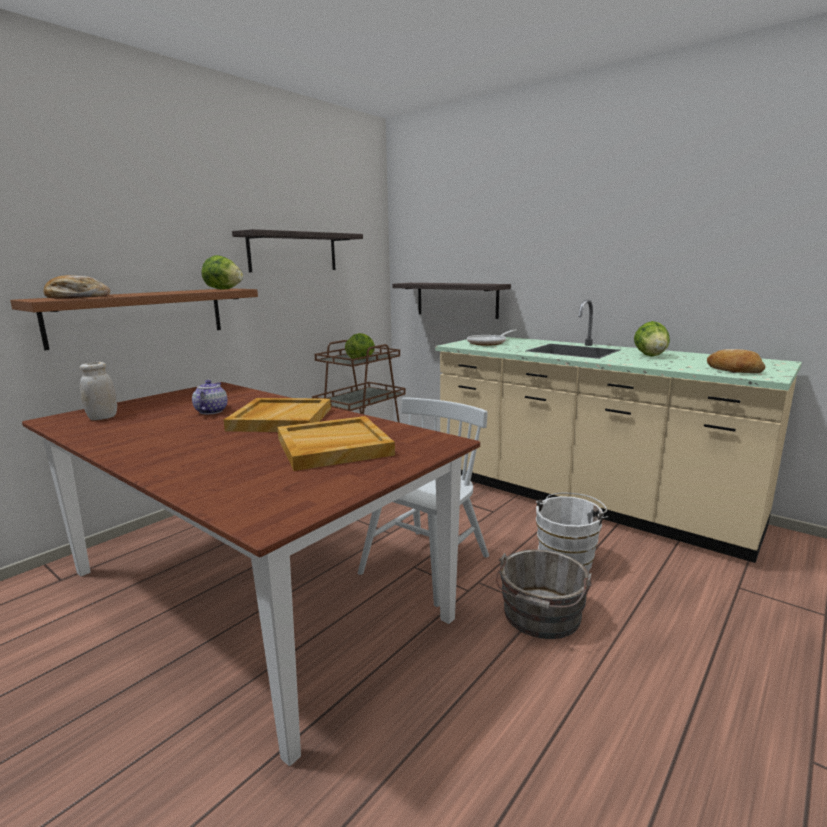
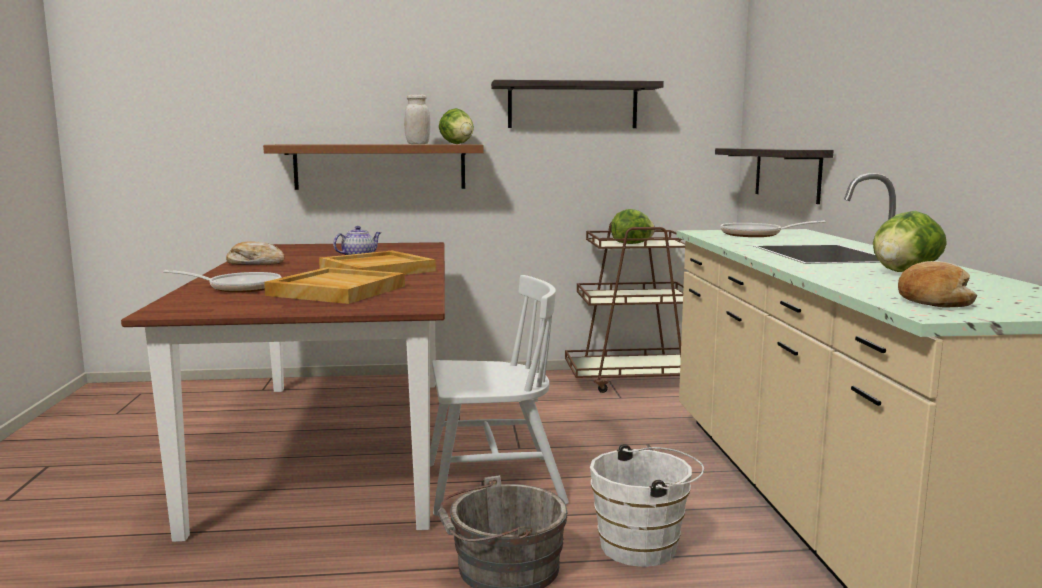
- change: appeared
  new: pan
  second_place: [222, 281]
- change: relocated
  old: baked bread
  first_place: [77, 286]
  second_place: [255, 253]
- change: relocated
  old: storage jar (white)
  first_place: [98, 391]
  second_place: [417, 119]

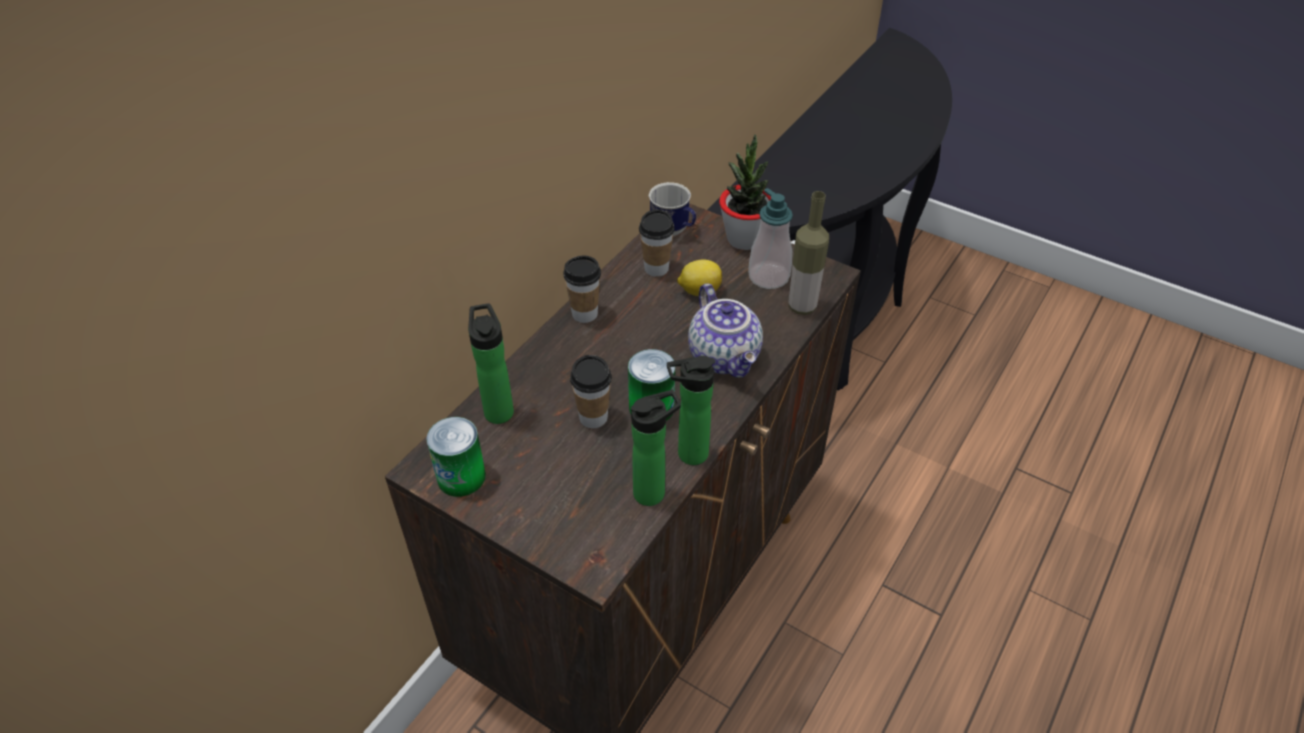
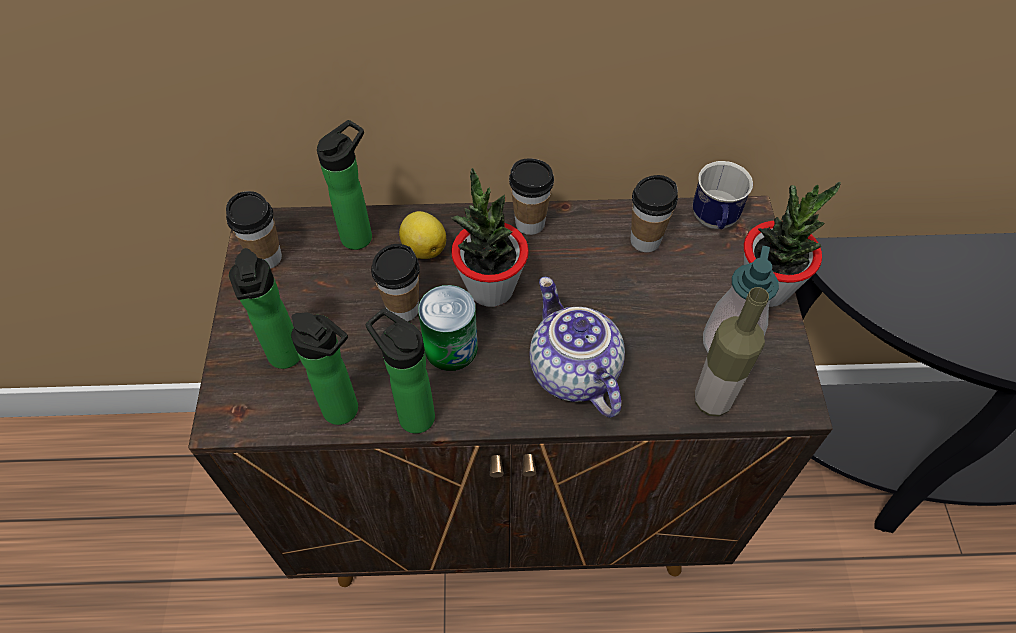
- change: appeared
  new: bottle
  second_place: [264, 308]
- change: appeared
  new: plant in a pot
  second_place: [490, 237]
- change: relocated
  old: lemon
  first_place: [699, 278]
  second_place: [422, 235]
- change: exchanged
  old: sealed can
  new: drinking cup
  first_place: [456, 457]
  second_place: [254, 230]
- change: spun
  old: teapot
  first_place: [725, 330]
  second_place: [577, 347]
  degrees: 120

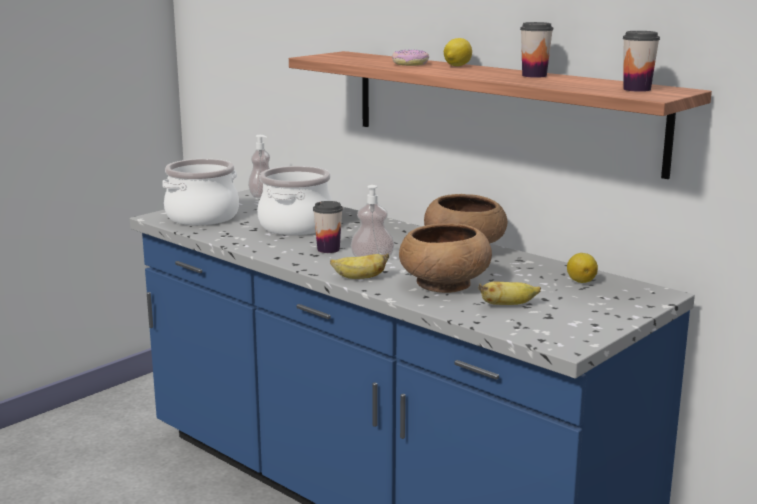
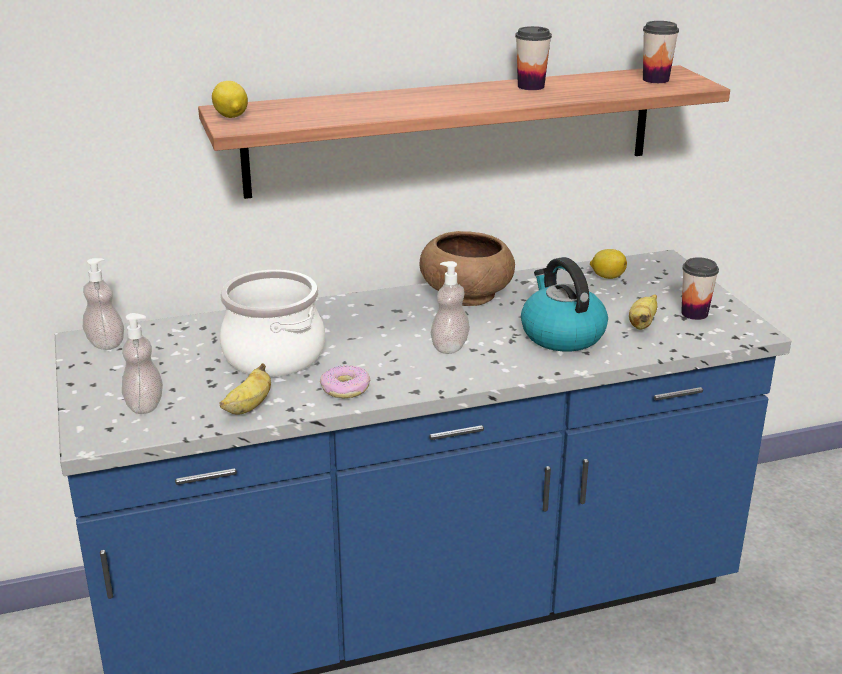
- change: relocated
  old: drinking cup
  first_place: [328, 227]
  second_place: [700, 288]
- change: relocated
  old: whole banana
  first_place: [359, 266]
  second_place: [245, 389]
- change: relocated
  old: donut
  first_place: [410, 58]
  second_place: [345, 381]
- change: relocated
  old: lemon
  first_place: [458, 52]
  second_place: [230, 99]
- change: exchanged
  old: cooking pot
  new: soap dispenser
  first_place: [201, 192]
  second_place: [142, 363]
- change: exchanged
  old: bowl (brown)
  new: tea kettle
  first_place: [445, 258]
  second_place: [564, 304]

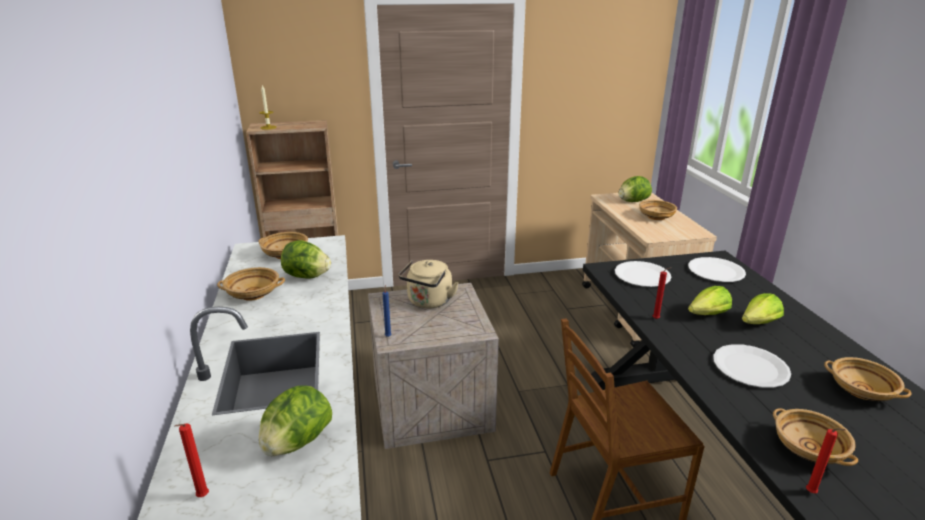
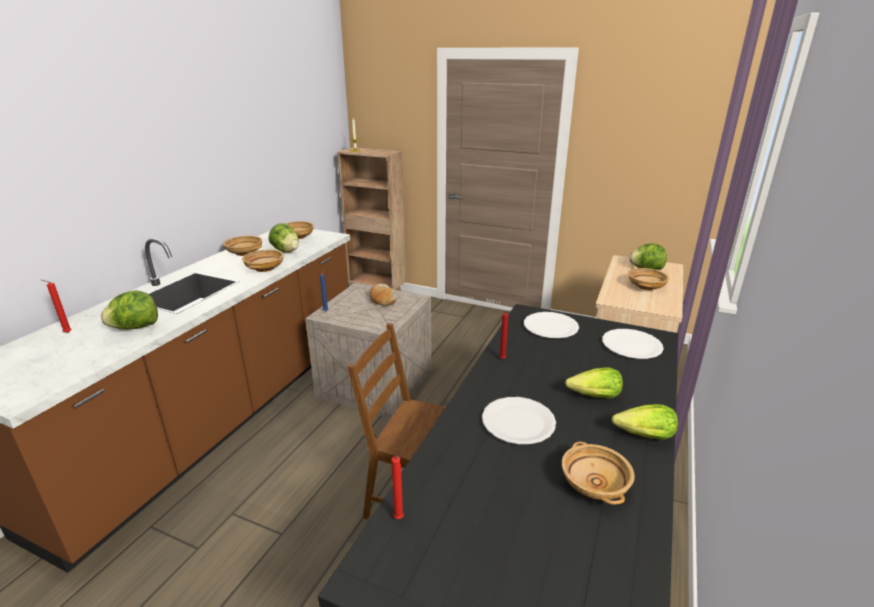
- change: relocated
  old: lettuce head
  first_place: [710, 300]
  second_place: [645, 422]
- change: relocated
  old: bowl (sand-coloured)
  first_place: [815, 437]
  second_place: [263, 261]
- change: exchanged
  old: tea kettle (sand-coloured)
  new: baked bread
  first_place: [429, 284]
  second_place: [383, 295]

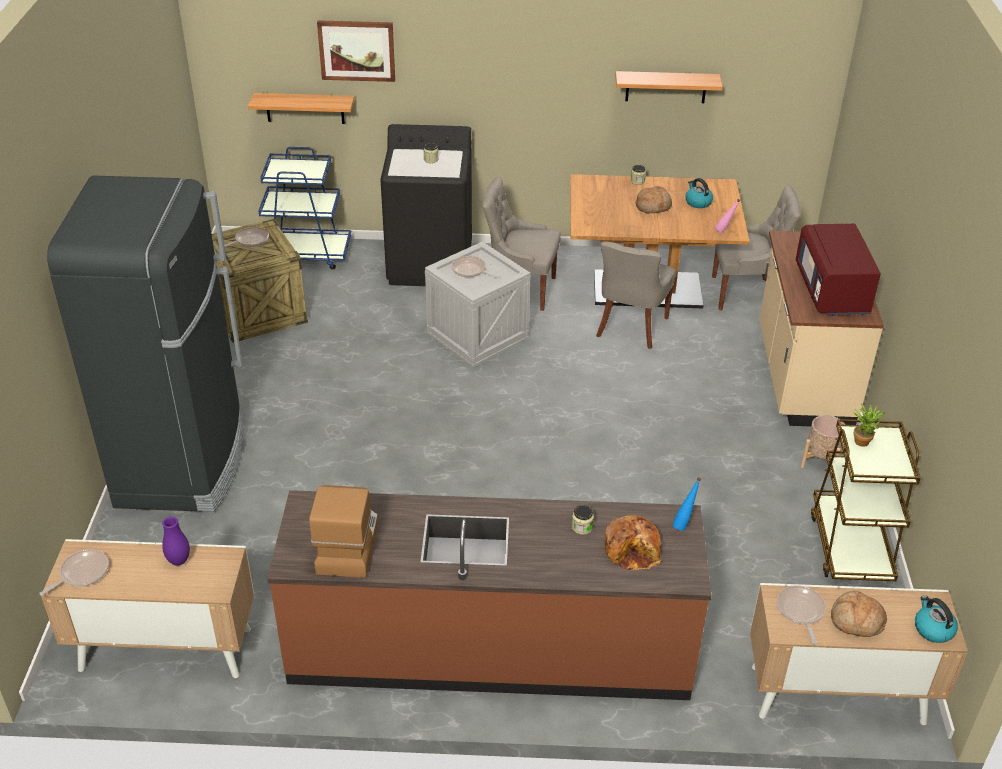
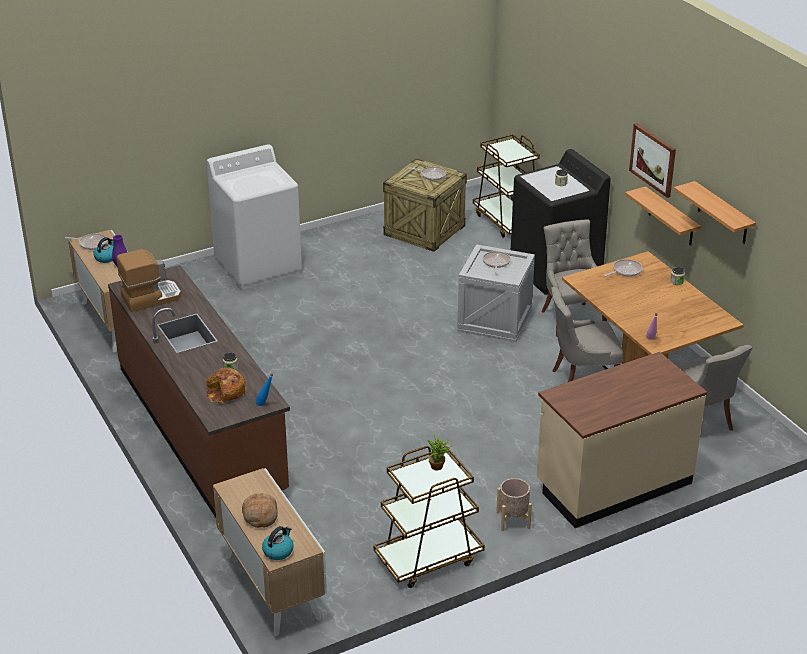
- change: missing
  old: baked bread
  first_place: [654, 199]
- change: missing
  old: microwave (red-coloured)
  first_place: [838, 270]
- change: relocated
  old: bracket shelf
  first_place: [301, 108]
  second_place: [663, 216]
- change: relocated
  old: picture
  first_place: [356, 51]
  second_place: [652, 160]
- change: relocated
  old: tea kettle
  first_place: [699, 193]
  second_place: [103, 250]
- change: relocated
  old: pan
  first_place: [801, 614]
  second_place: [623, 268]
- change: exchanged
  old: refrigerator (black)
  new: laundry appliance (white)
  first_place: [145, 344]
  second_place: [254, 217]
- change: colour
  old: trolley (blue-coloured)
  new: trolley (brown)
  first_place: [304, 208]
  second_place: [506, 186]

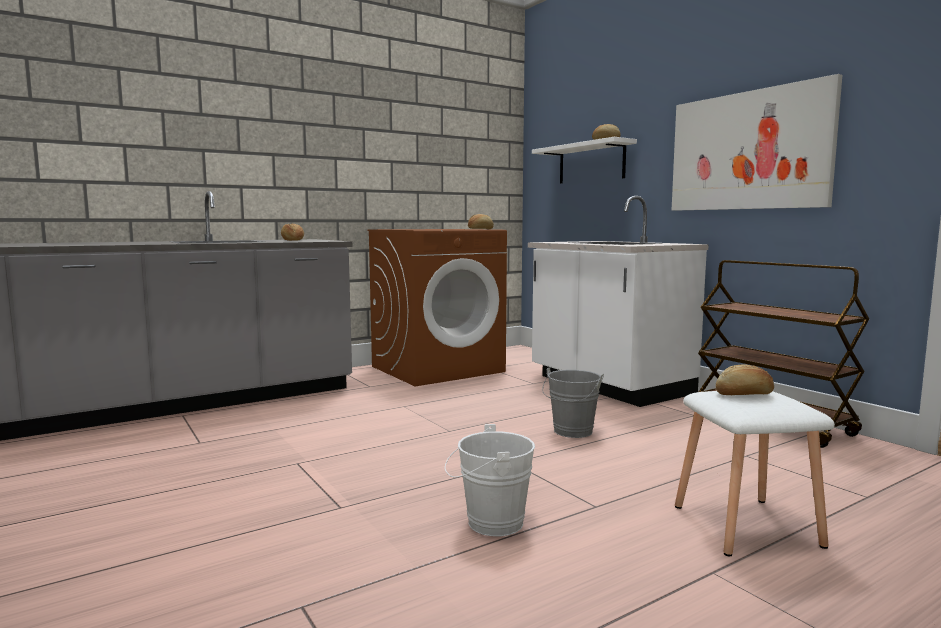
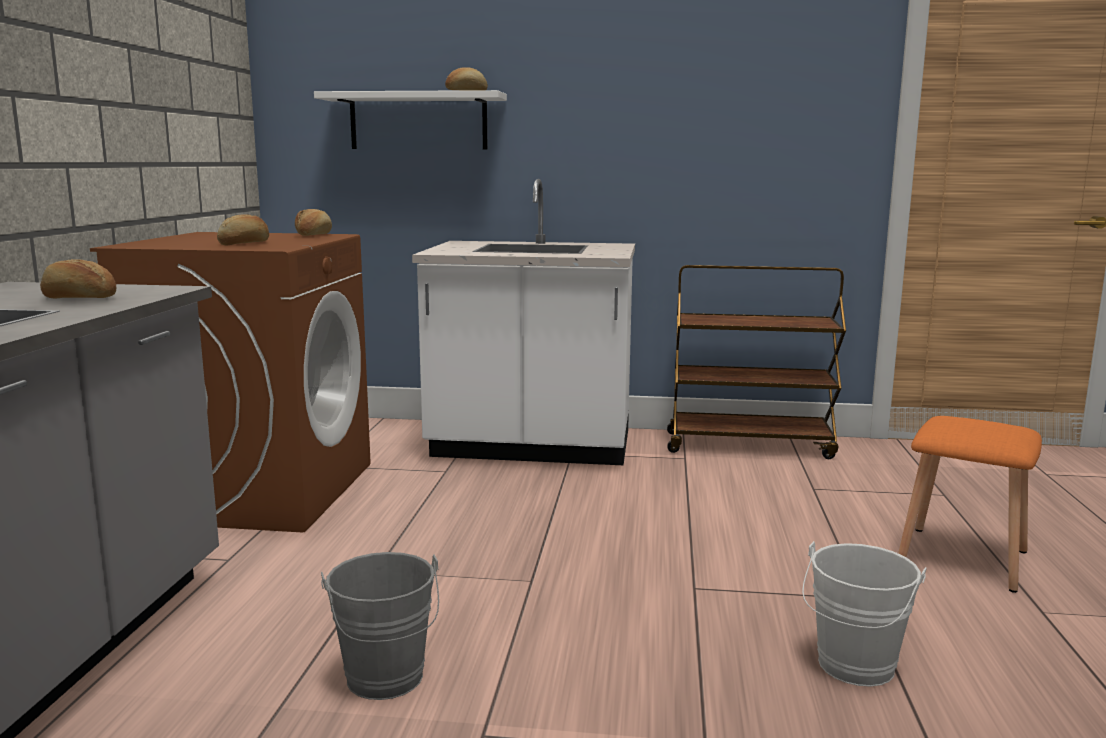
- change: missing
  old: picture
  first_place: [757, 142]
- change: relocated
  old: water bucket (gray)
  first_place: [573, 402]
  second_place: [380, 626]
- change: relocated
  old: baked bread
  first_place: [745, 380]
  second_place: [243, 229]
- change: colour
  old: sitting stool (white)
  new: sitting stool (orange-coloured)
  first_place: [755, 474]
  second_place: [970, 504]

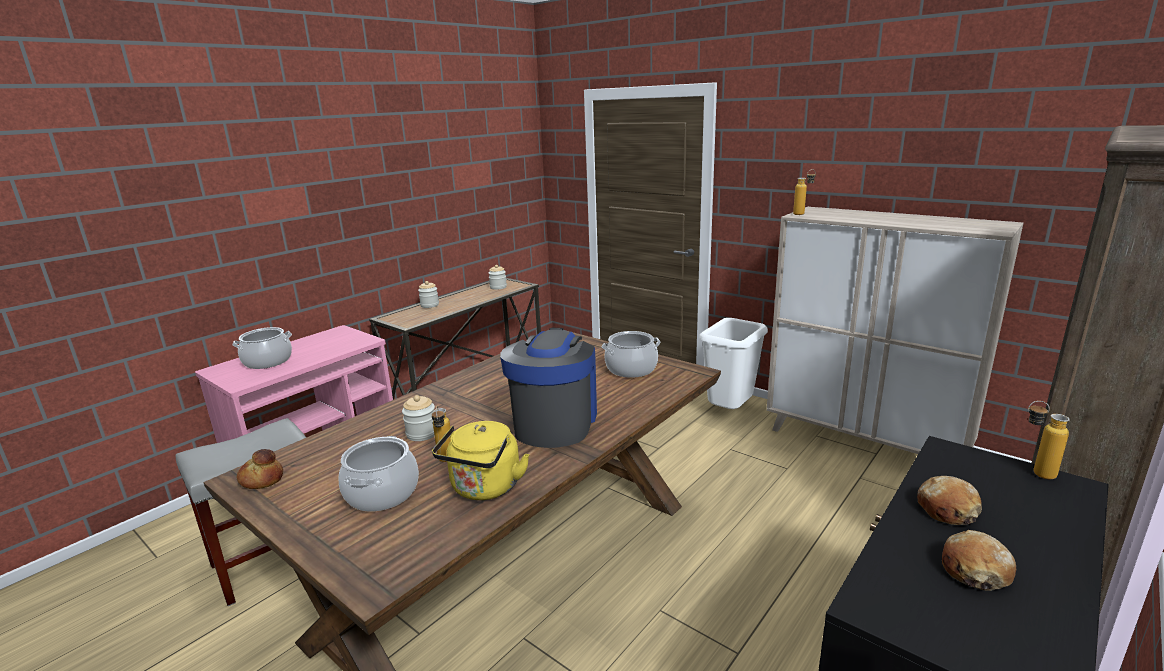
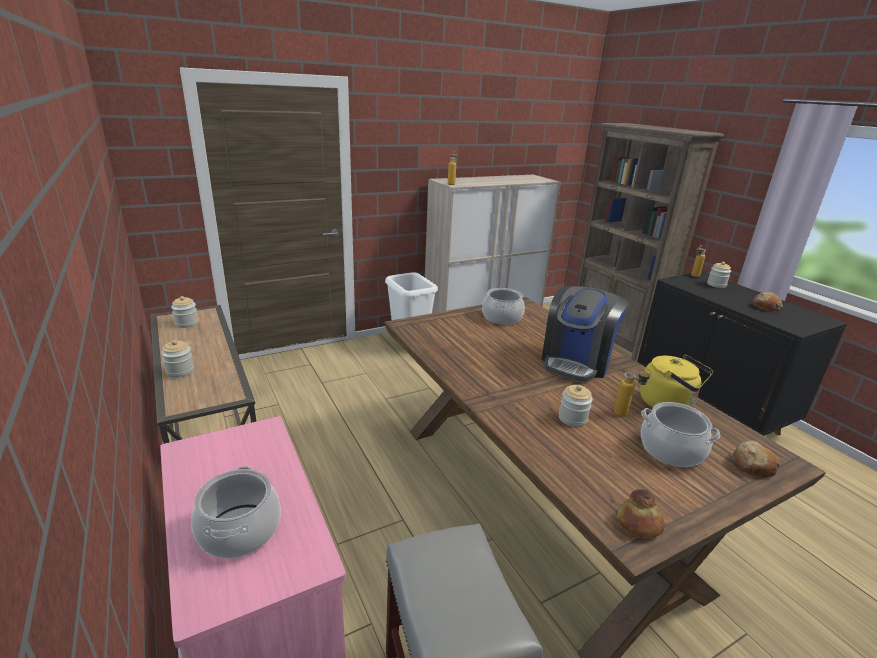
- change: appeared
  new: storage jar
  second_place: [719, 275]
- change: relocated
  old: baked bread
  first_place: [949, 500]
  second_place: [755, 459]
- change: spun
  old: coffee maker
  first_place: [548, 388]
  second_place: [585, 334]
  degrees: -90

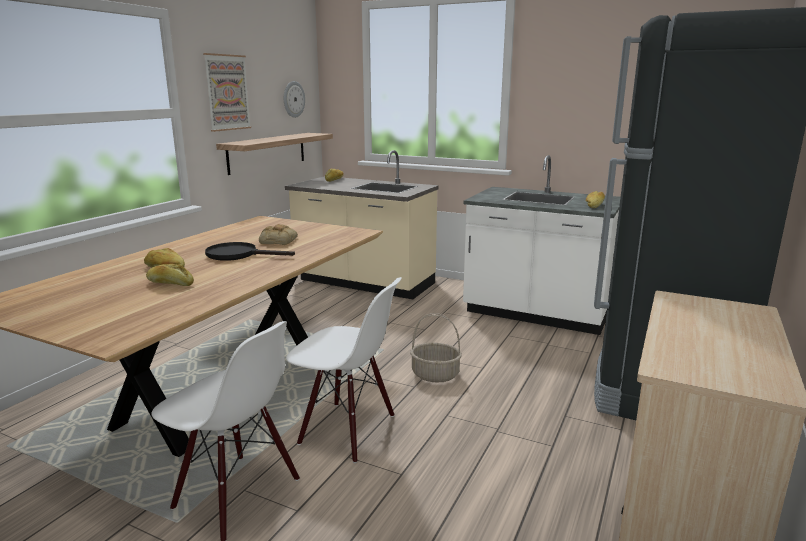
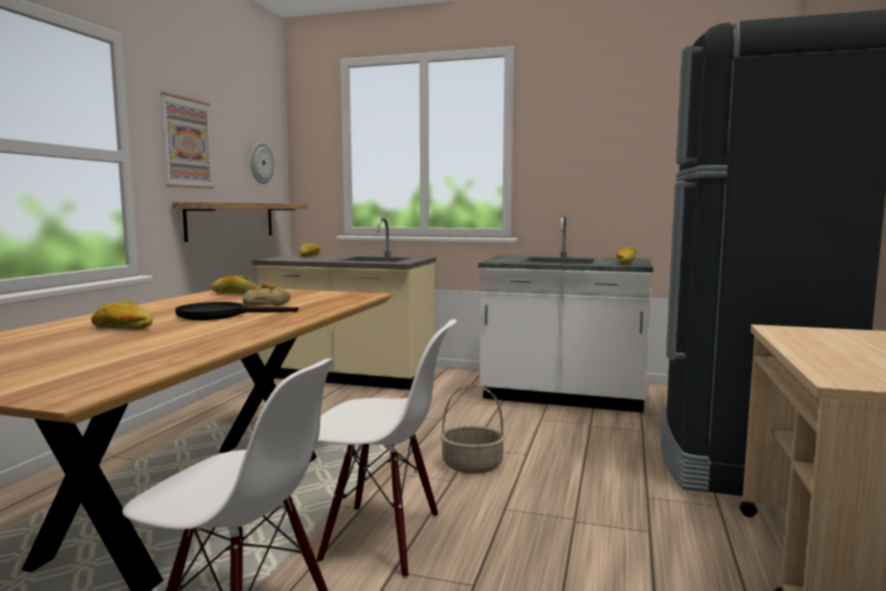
- change: relocated
  old: baked bread
  first_place: [170, 275]
  second_place: [233, 285]

